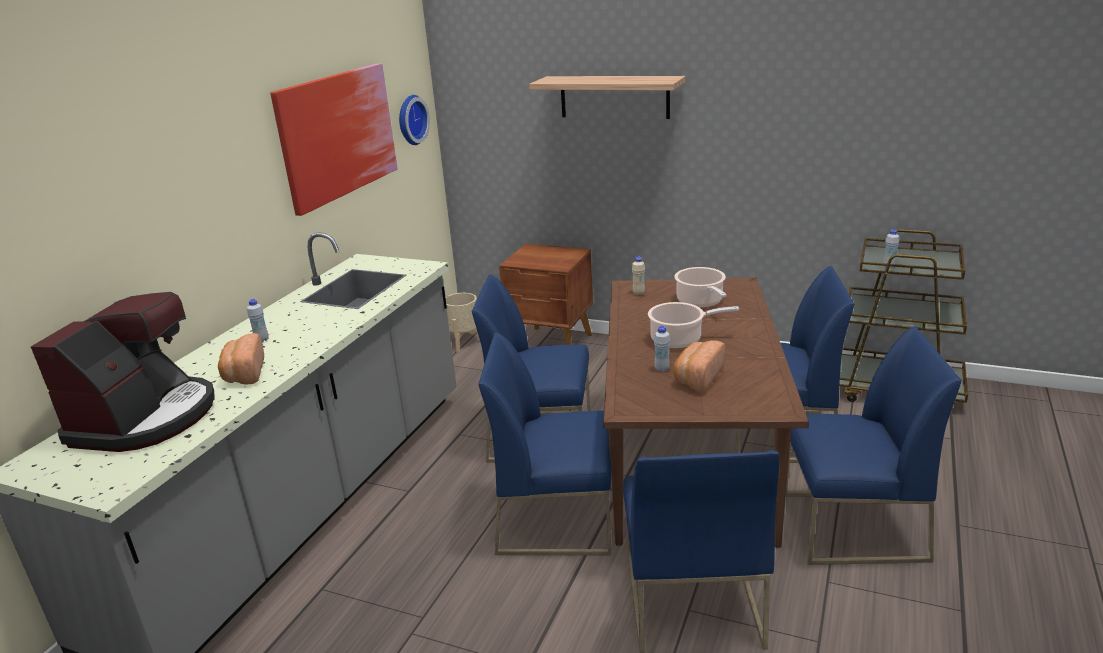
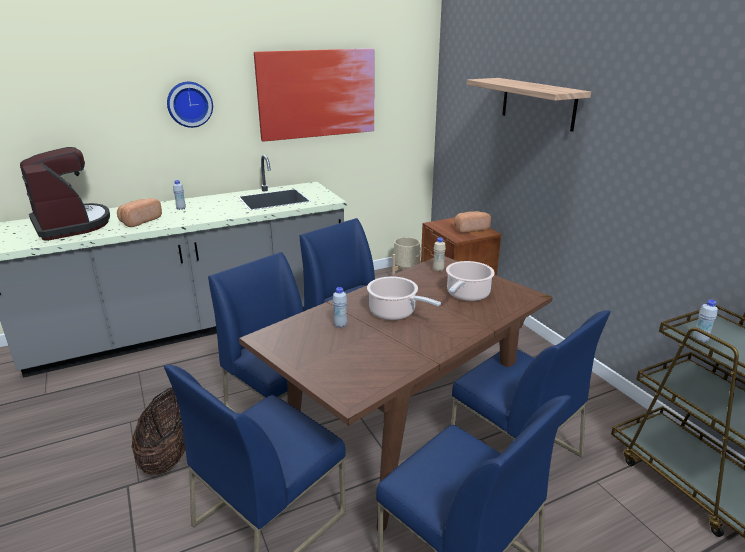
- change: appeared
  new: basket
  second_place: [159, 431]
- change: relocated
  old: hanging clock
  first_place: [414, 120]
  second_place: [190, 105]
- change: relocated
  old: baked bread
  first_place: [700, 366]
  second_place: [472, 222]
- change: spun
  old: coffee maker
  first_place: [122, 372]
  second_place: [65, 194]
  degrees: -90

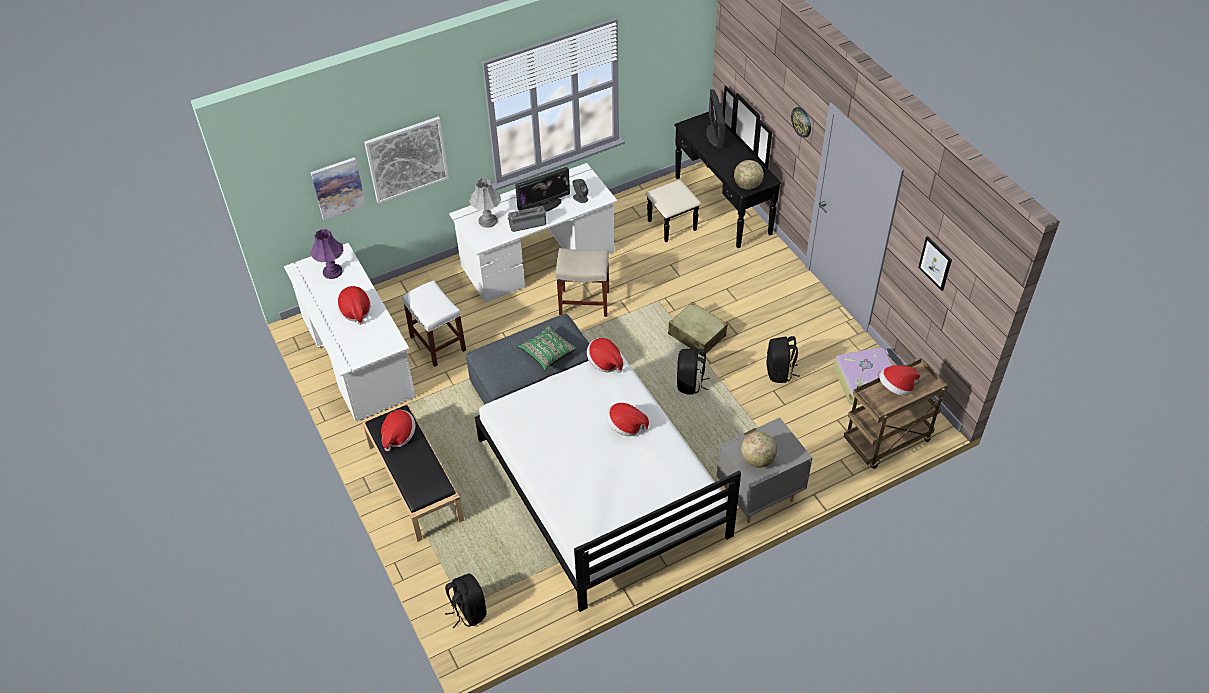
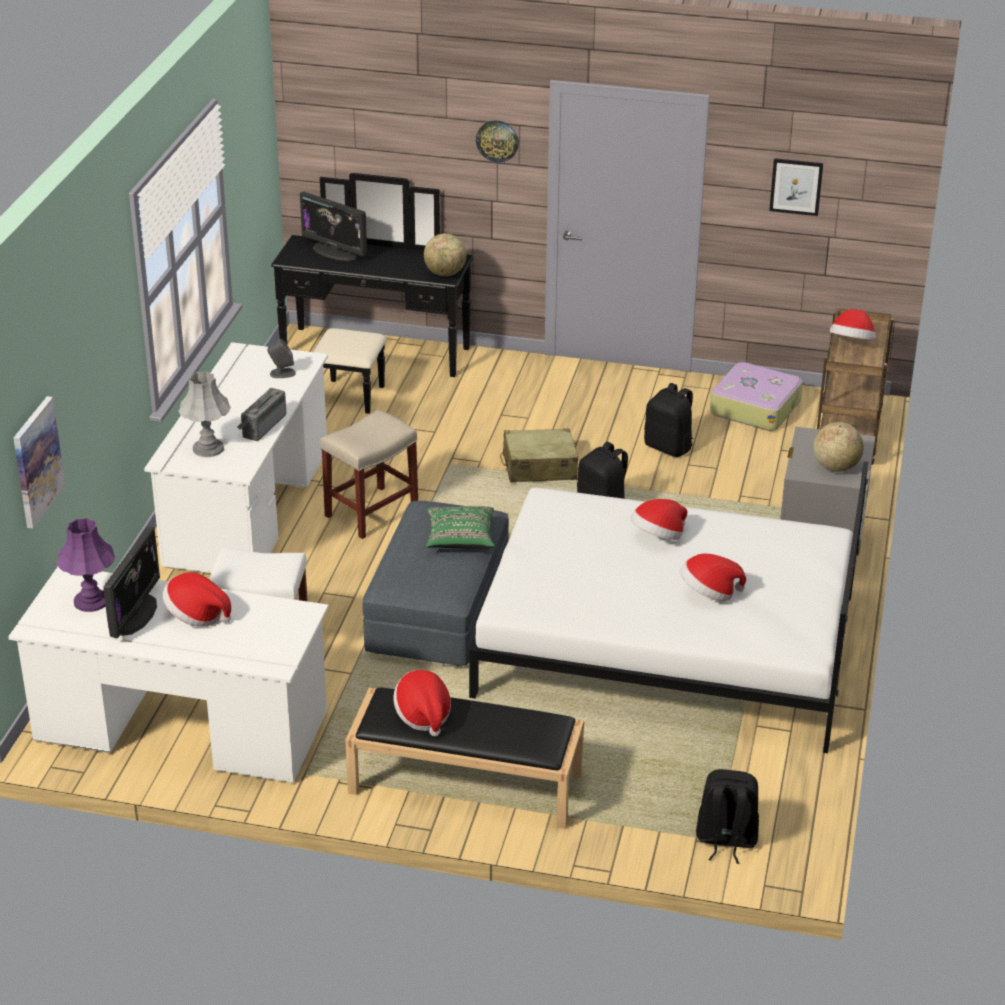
- change: missing
  old: picture
  first_place: [406, 160]
- change: relocated
  old: computer screen
  first_place: [542, 189]
  second_place: [131, 583]
- change: relocated
  old: hat
  first_place: [605, 355]
  second_place: [713, 577]

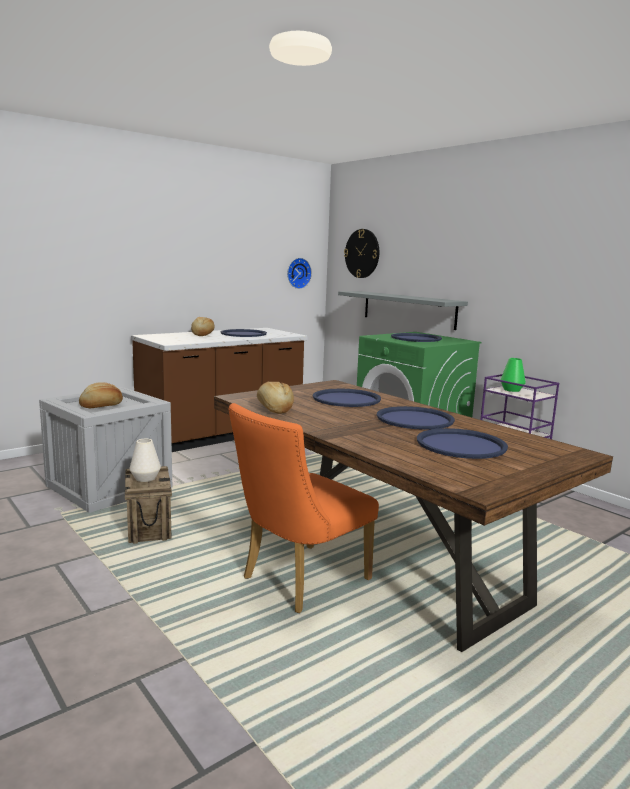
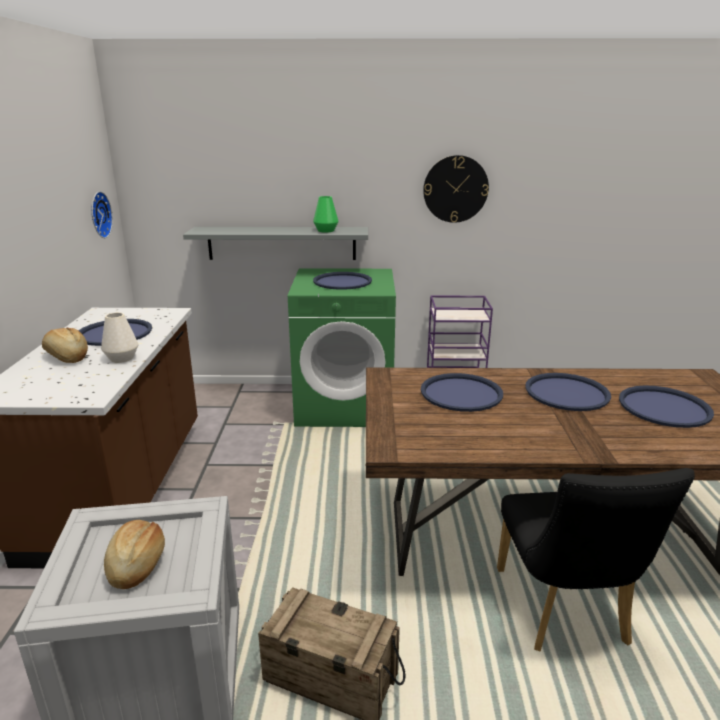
- change: missing
  old: baked bread
  first_place: [275, 398]
- change: relocated
  old: vase (white)
  first_place: [145, 460]
  second_place: [119, 337]
- change: relocated
  old: hanging clock
  first_place: [361, 253]
  second_place: [456, 189]
- change: relocated
  old: vase (green-coloured)
  first_place: [513, 375]
  second_place: [326, 214]
- change: colour
  old: upright chair (orange-coloured)
  new: upright chair (black)
  first_place: [303, 508]
  second_place: [596, 559]

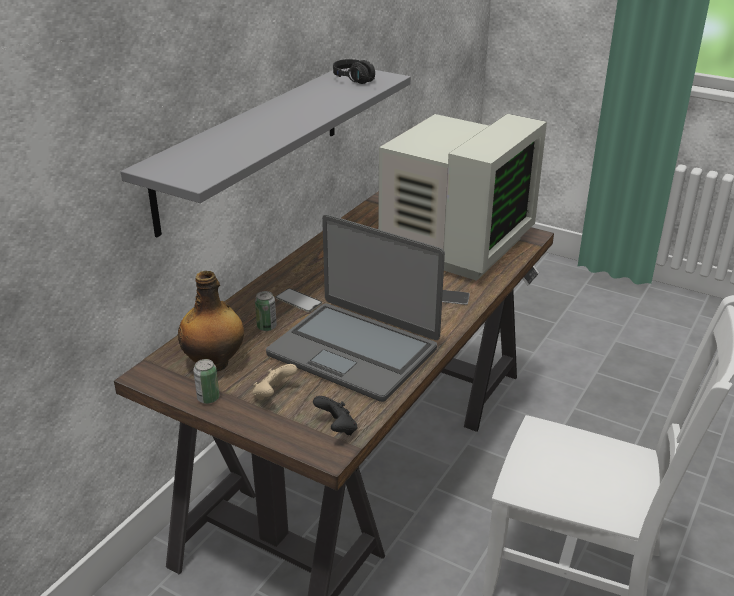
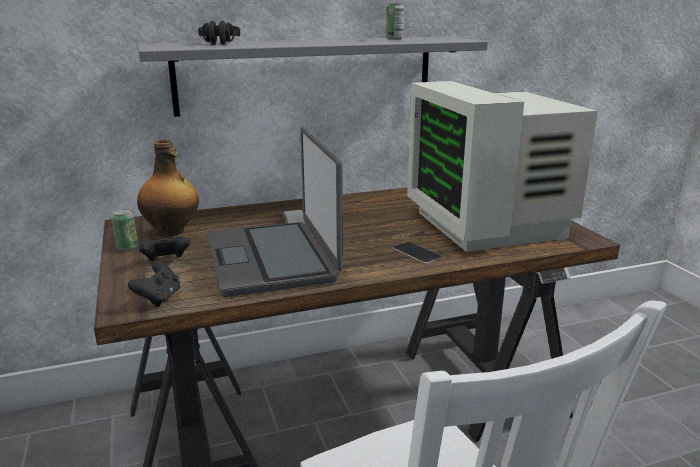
- change: relocated
  old: sealed can
  first_place: [266, 311]
  second_place: [395, 21]
- change: relocated
  old: headphones (black)
  first_place: [354, 71]
  second_place: [219, 33]
- change: colour
  old: gamepad (sand-coloured)
  new: gamepad (black)
  first_place: [275, 382]
  second_place: [164, 248]
- change: spun
  old: computer screen
  first_place: [462, 197]
  second_place: [502, 166]
  degrees: 90

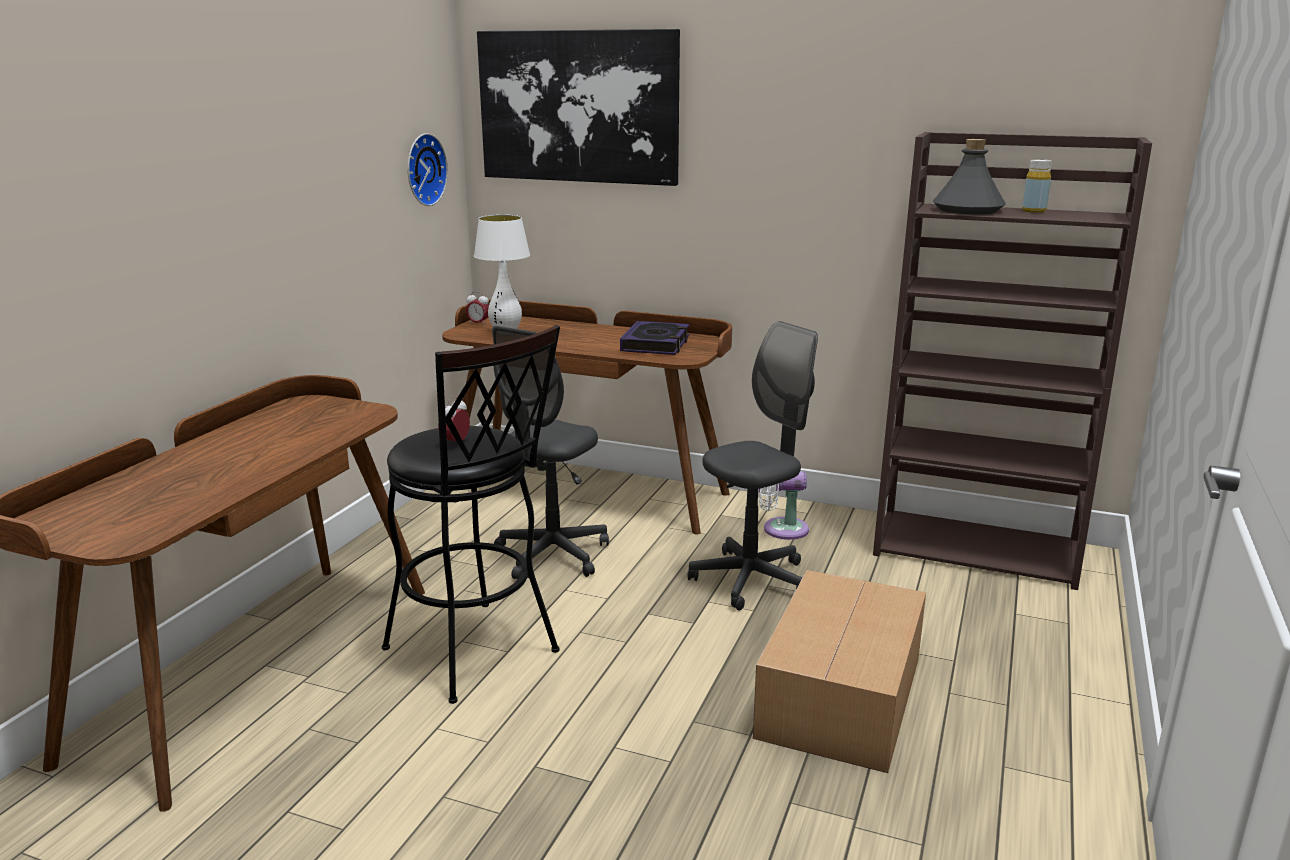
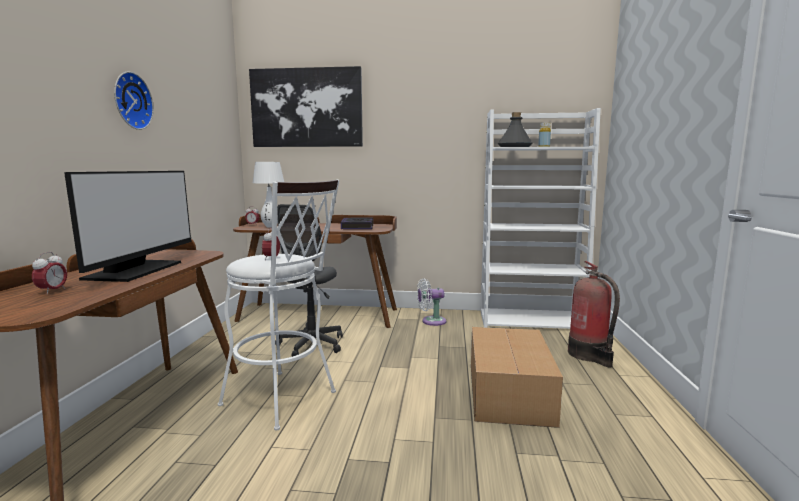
- change: missing
  old: desk chair (gray)
  first_place: [753, 466]
- change: appeared
  new: table clock
  second_place: [49, 273]
- change: appeared
  new: computer screen
  second_place: [128, 226]
- change: appeared
  new: extinguisher
  second_place: [594, 314]
- change: relocated
  old: hanging clock
  first_place: [428, 169]
  second_place: [134, 101]
- change: colour
  old: sitting stool (black)
  new: sitting stool (white)
  first_place: [471, 514]
  second_place: [278, 305]
- change: colour
  old: bookcase (brown)
  new: bookcase (white)
  first_place: [1012, 361]
  second_place: [540, 218]

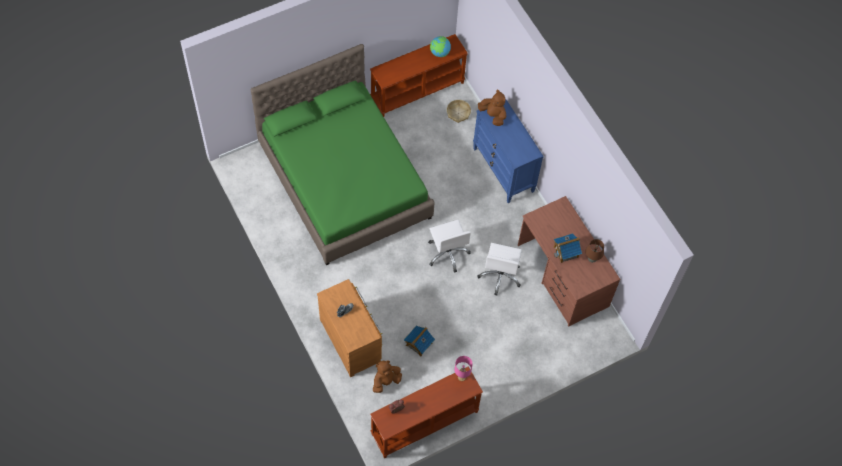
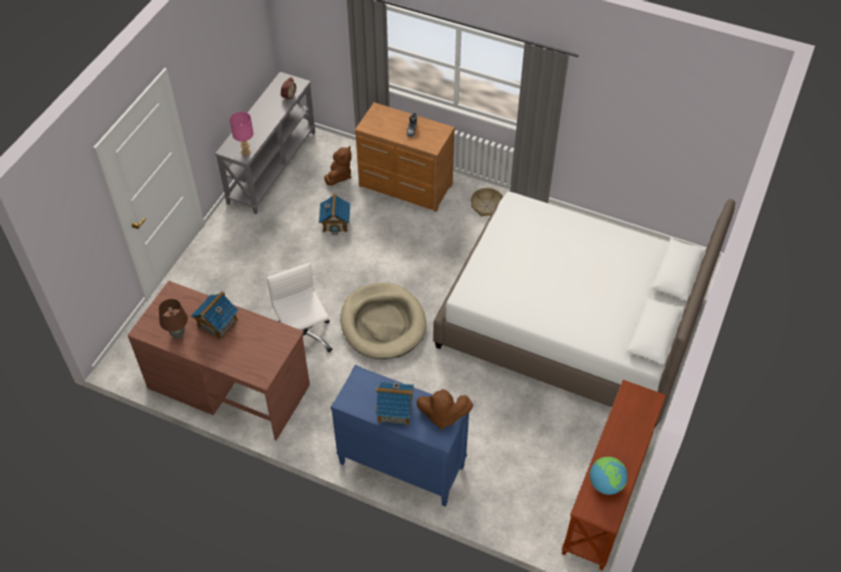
- change: appeared
  new: model house
  second_place: [394, 403]
- change: relocated
  old: basket
  first_place: [459, 111]
  second_place: [487, 202]
- change: exchanged
  old: desk chair (white)
  new: dog cushion (sand-coloured)
  first_place: [449, 246]
  second_place: [383, 321]
- change: colour
  old: bedroom bed (green-coloured)
  new: bedroom bed (white)
  first_place: [343, 154]
  second_place: [584, 310]
- change: colour
  old: hall table (brown)
  new: hall table (gray)
  first_place: [426, 413]
  second_place: [265, 143]

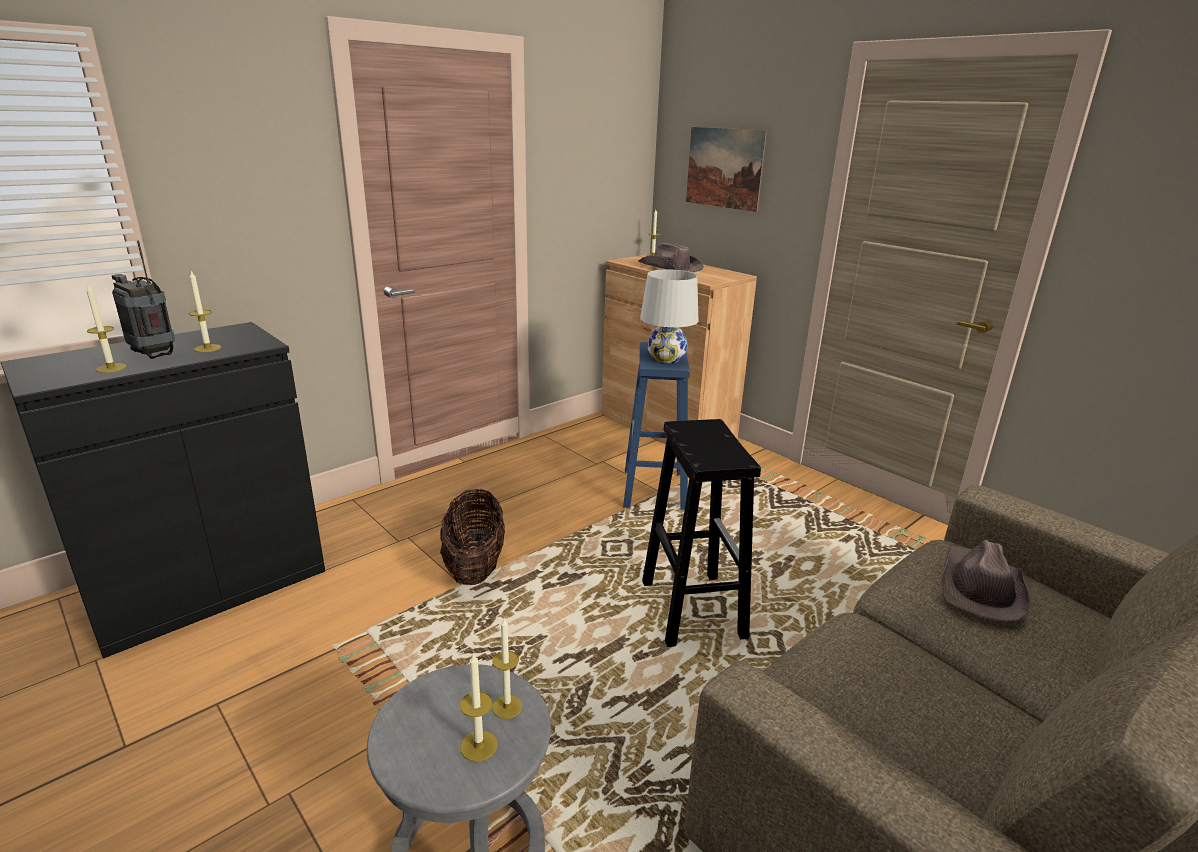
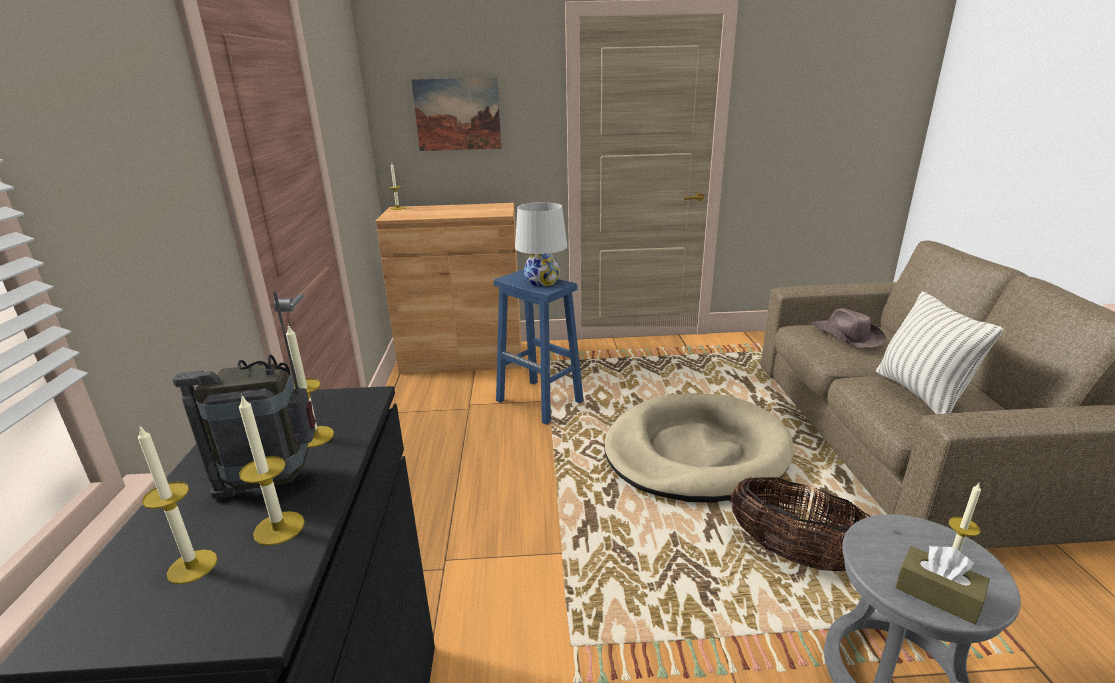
- change: missing
  old: hat (brown)
  first_place: [671, 257]
- change: appeared
  new: pillow
  second_place: [939, 352]
- change: appeared
  new: tissue box (brown)
  second_place: [942, 585]
- change: relocated
  old: basket
  first_place: [472, 536]
  second_place: [800, 524]
- change: relocated
  old: wax light
  first_place: [507, 668]
  second_place: [178, 504]
- change: exchanged
  old: sitting stool (black)
  new: dog cushion (sand-coloured)
  first_place: [701, 533]
  second_place: [699, 448]

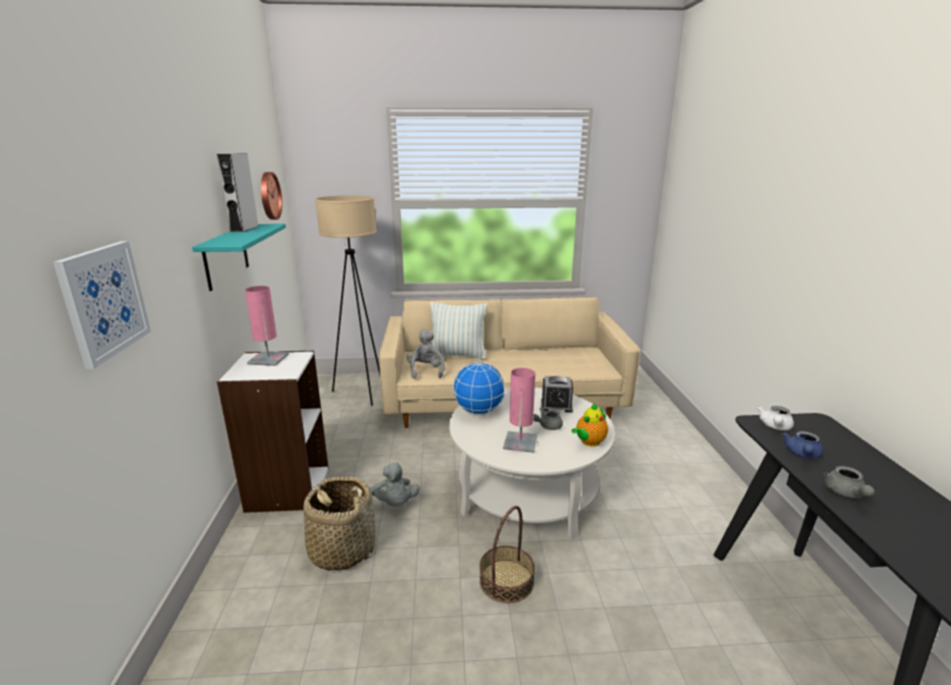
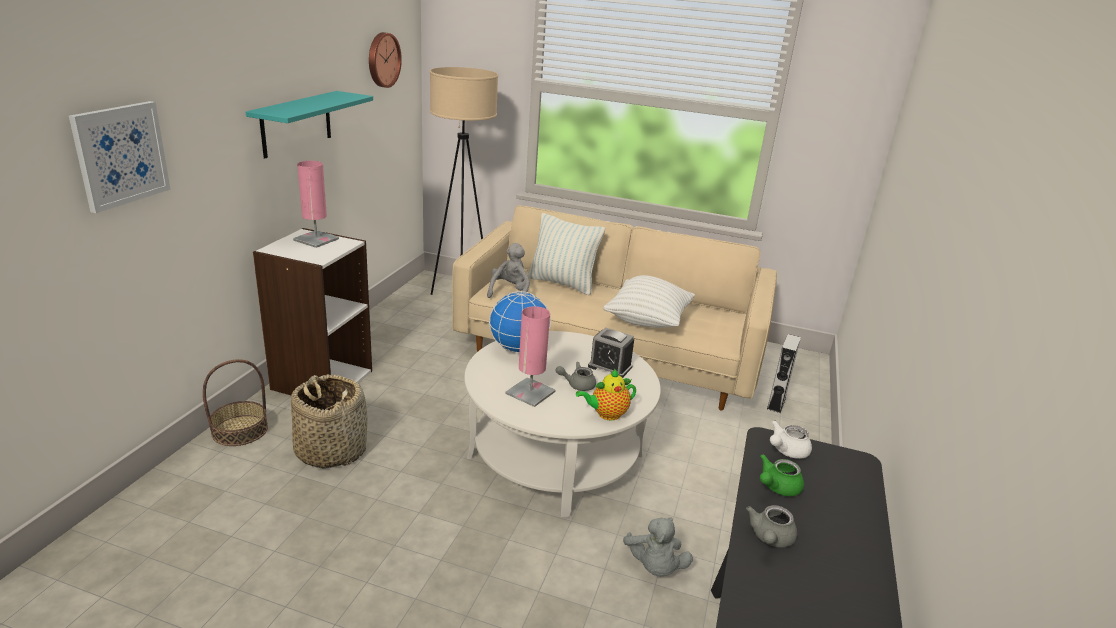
- change: appeared
  new: pillow (white)
  second_place: [649, 301]
- change: relocated
  old: speaker (gray)
  first_place: [238, 192]
  second_place: [784, 373]
- change: relocated
  old: soft toy (gray)
  first_place: [395, 484]
  second_place: [658, 546]
- change: relocated
  old: basket
  first_place: [507, 554]
  second_place: [235, 402]
- change: colour
  old: teapot (blue-coloured)
  new: teapot (green-coloured)
  first_place: [802, 445]
  second_place: [782, 475]

